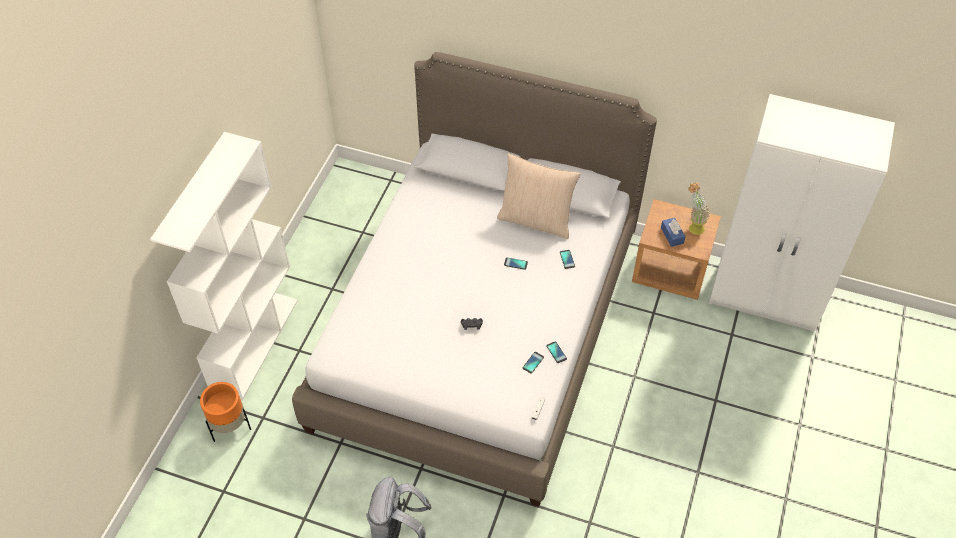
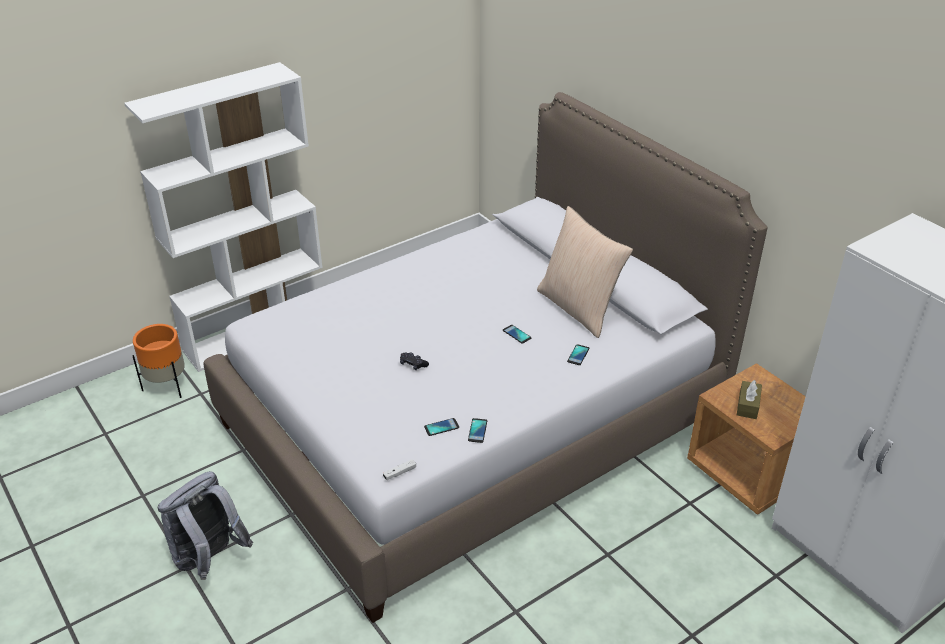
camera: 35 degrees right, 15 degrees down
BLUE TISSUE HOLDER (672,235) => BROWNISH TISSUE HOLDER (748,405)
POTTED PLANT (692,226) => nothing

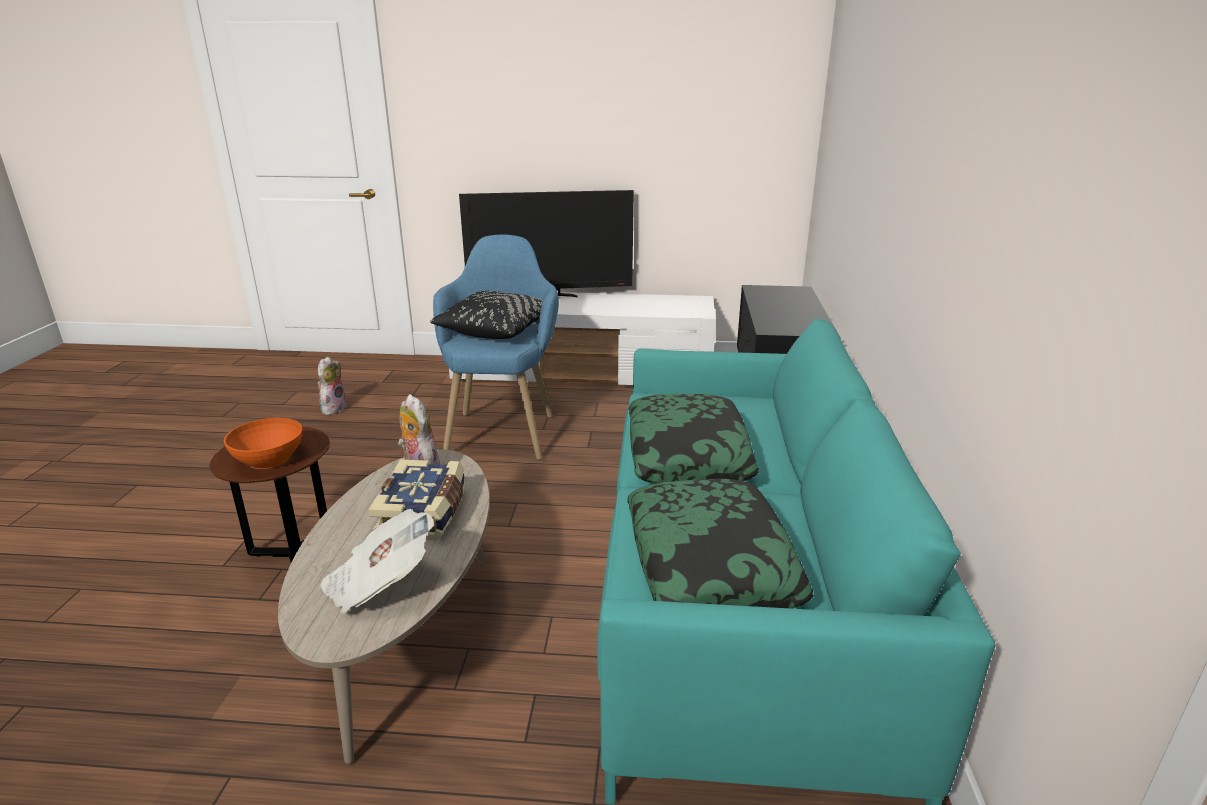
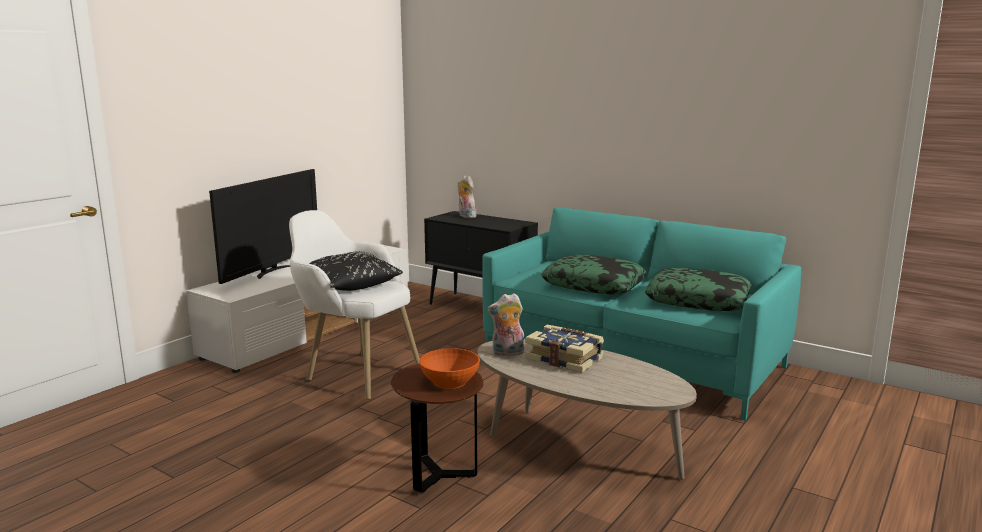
camera: 60 degrees left, 10 degrees down
BLUE EASY CHAIR (503,428) => WHITISH EASY CHAIR (354,372)
SOFT TOY (333,408) => SOFT TOY (465,216), relocated
PRINTED PAPER (379,583) => nothing

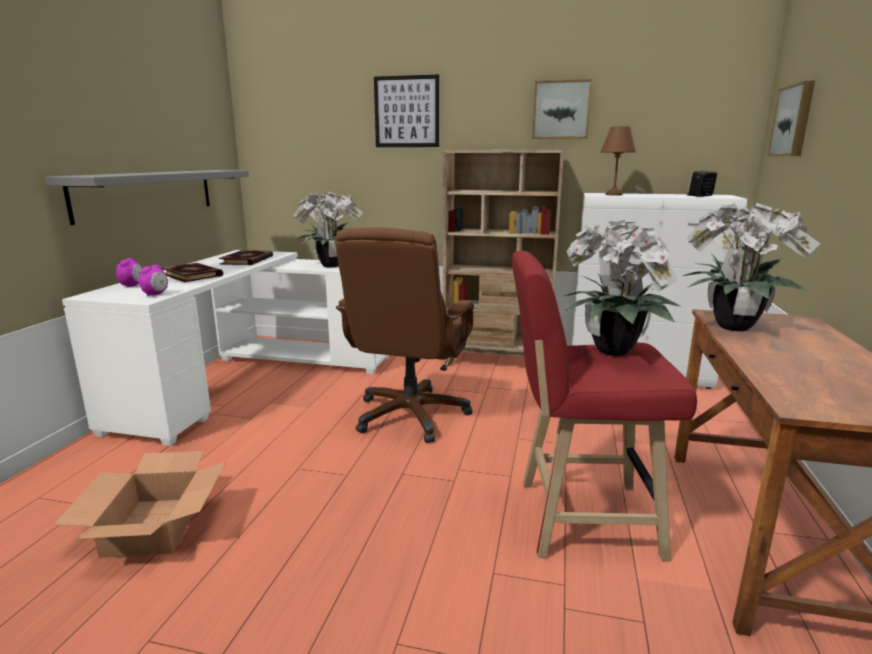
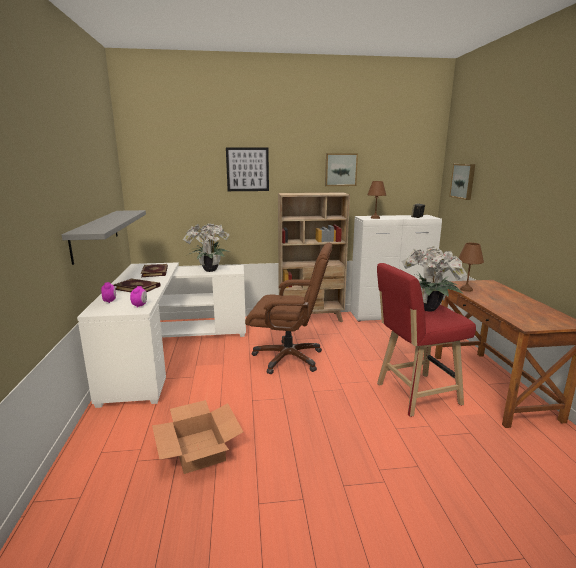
camera: 20 degrees left, 0 degrees up
BROWNISH OFFICE CHAIR (410,415) => BROWNISH OFFICE CHAIR (289,358), 75 degrees counterclockwise
POTTED PLANT (730,326) => BROWNISH LAMP FOR A TABLE (466,289)

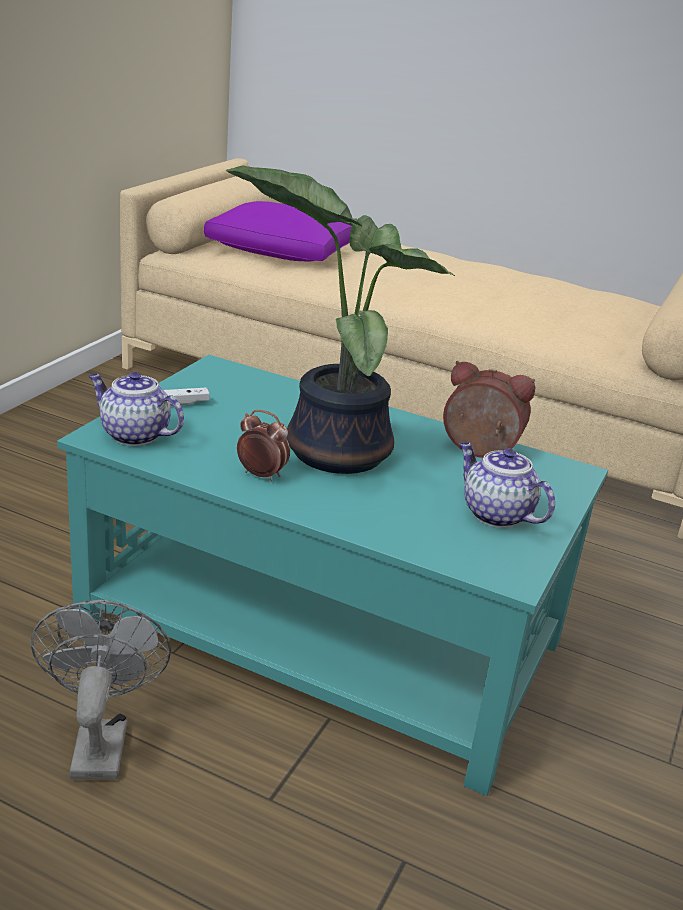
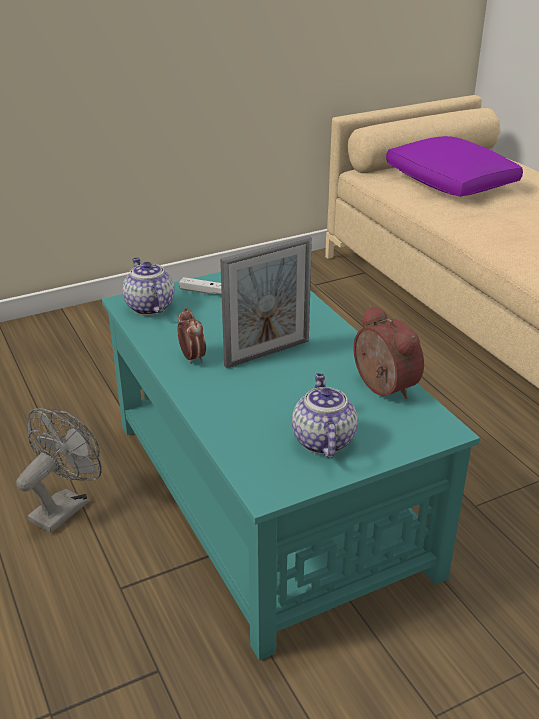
camera: 40 degrees right, 5 degrees up
POTTED PLANT (333,449) => PHOTO FRAME (267,353)

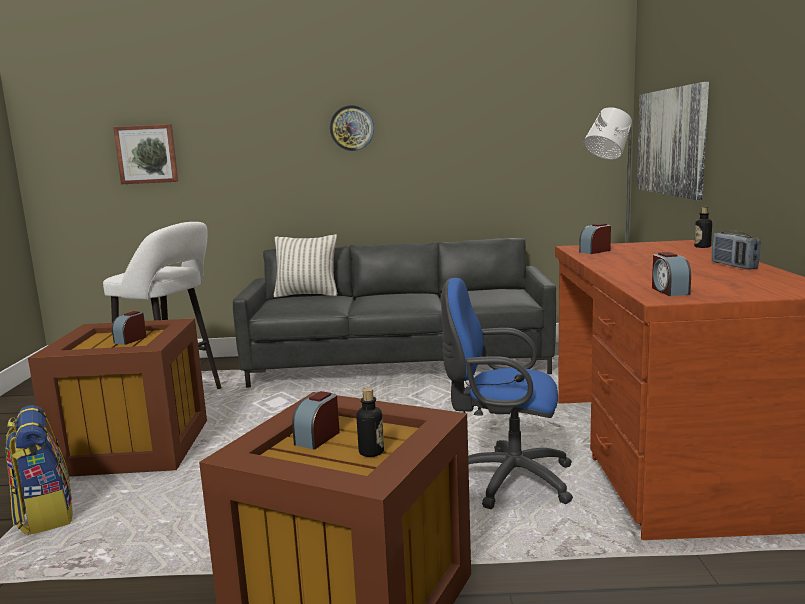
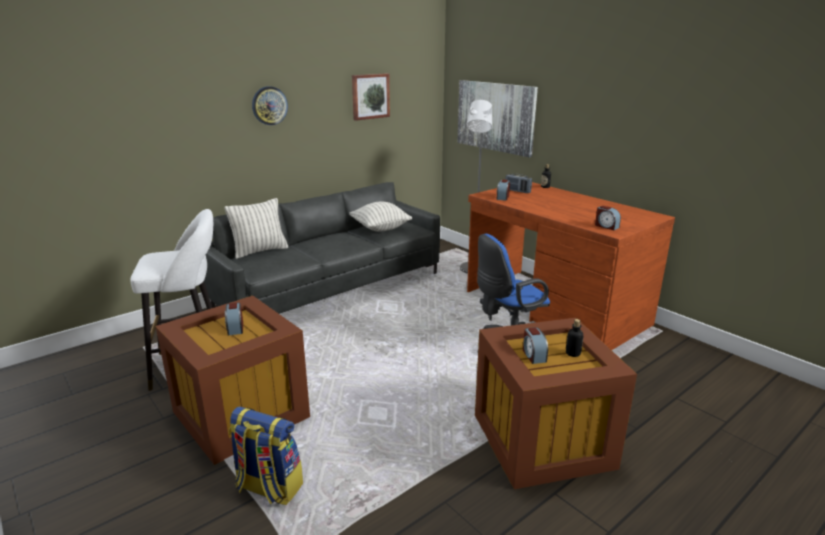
camera: 40 degrees left, 10 degrees up
nothing => CUSHION (380,228)
PICTURE (147,154) => PICTURE (370,96), relocated
RADIO RECEIVER (733,266) => RADIO RECEIVER (517,191), relocated

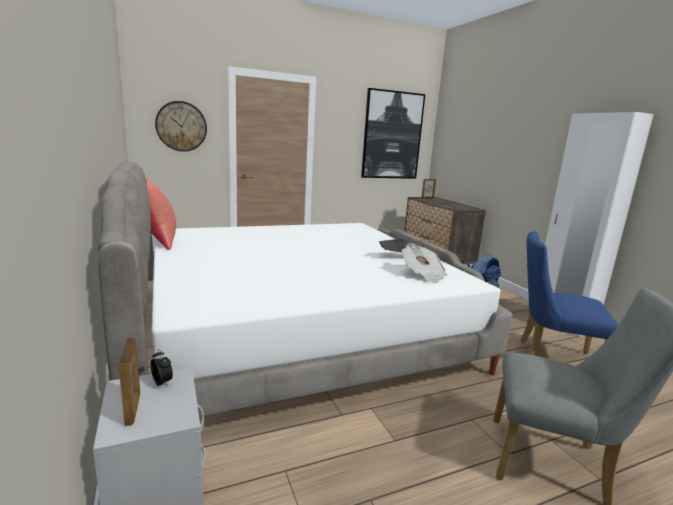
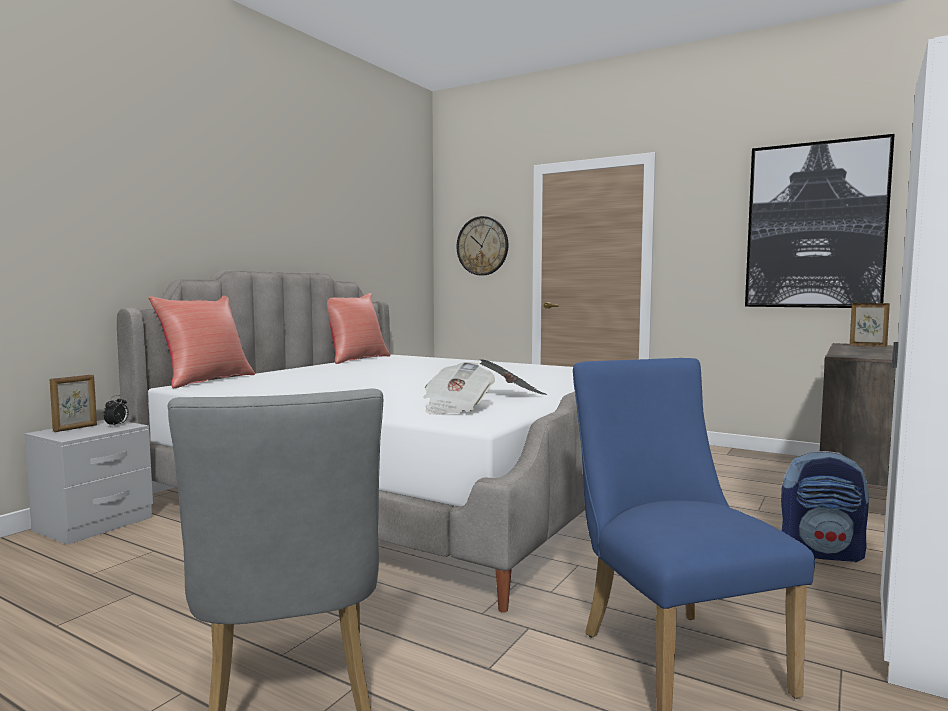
camera: 55 degrees right, 10 degrees down
nothing => REDDISH CUSHION (206,380)

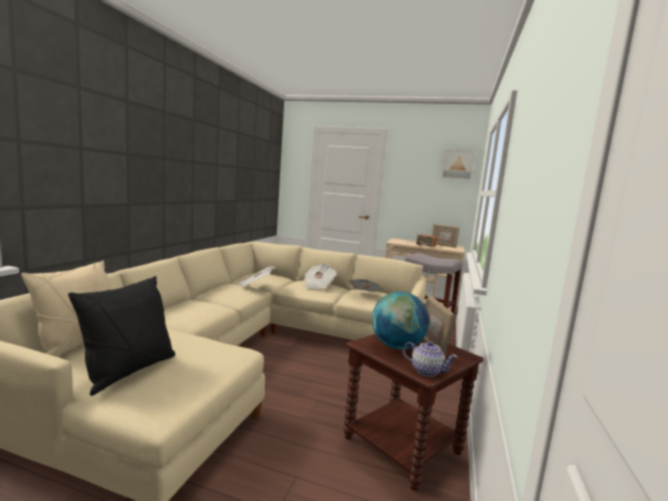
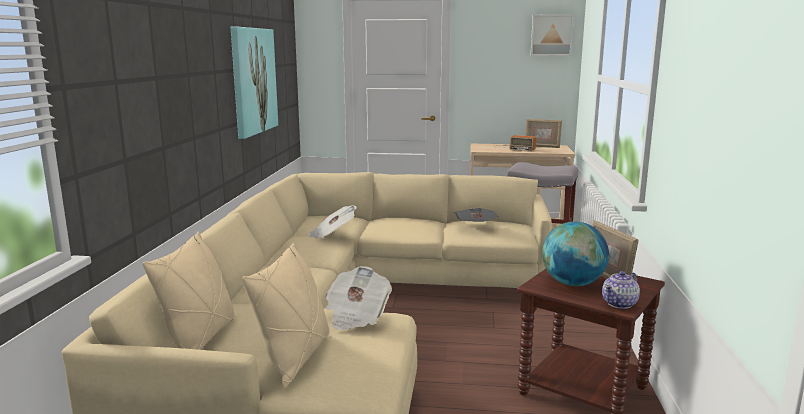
camera: 10 degrees left, 5 degrees up
nothing => PICTURE (253,81)
BLACK CUSHION (129,371) => BEIGE CUSHION (295,358)
PRINTED PAPER (317,286) => PRINTED PAPER (356,315), relocated
POT FOR TEA (426,371) => POT FOR TEA (620,303), 120 degrees clockwise

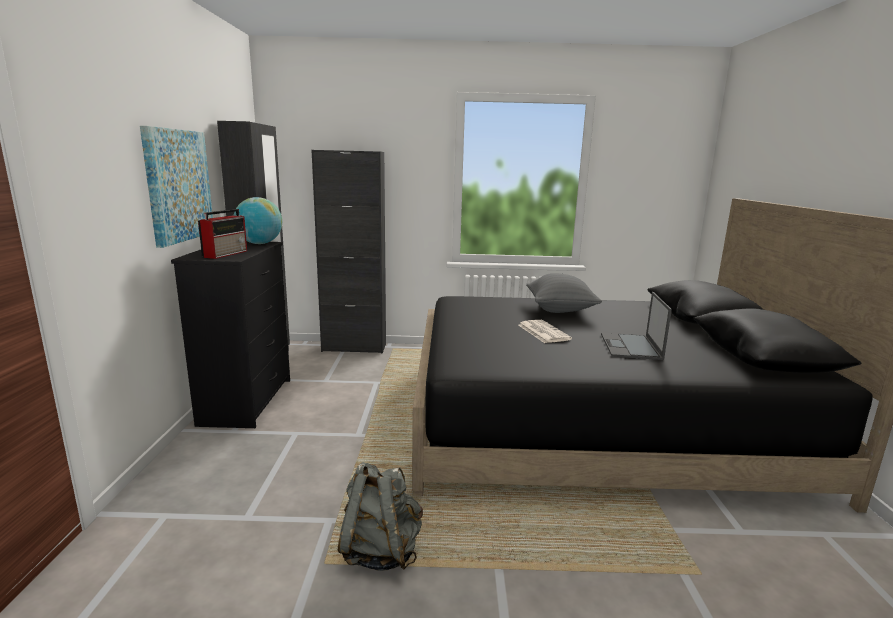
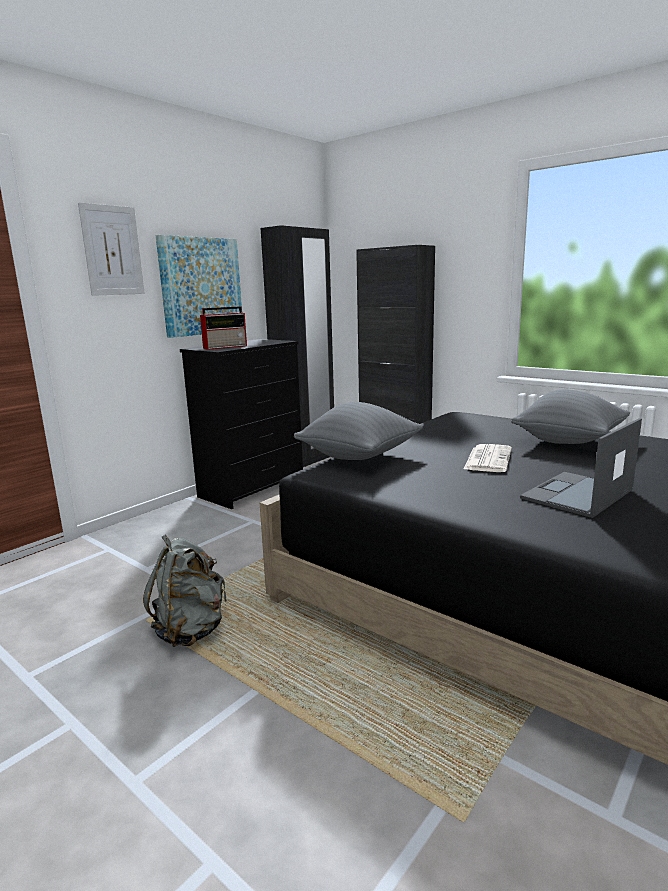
camera: 40 degrees right, 0 degrees up
nothing => PICTURE (112,250)
nothing => GREYISH CUSHION (359,457)
GLOBE (260,243) => nothing

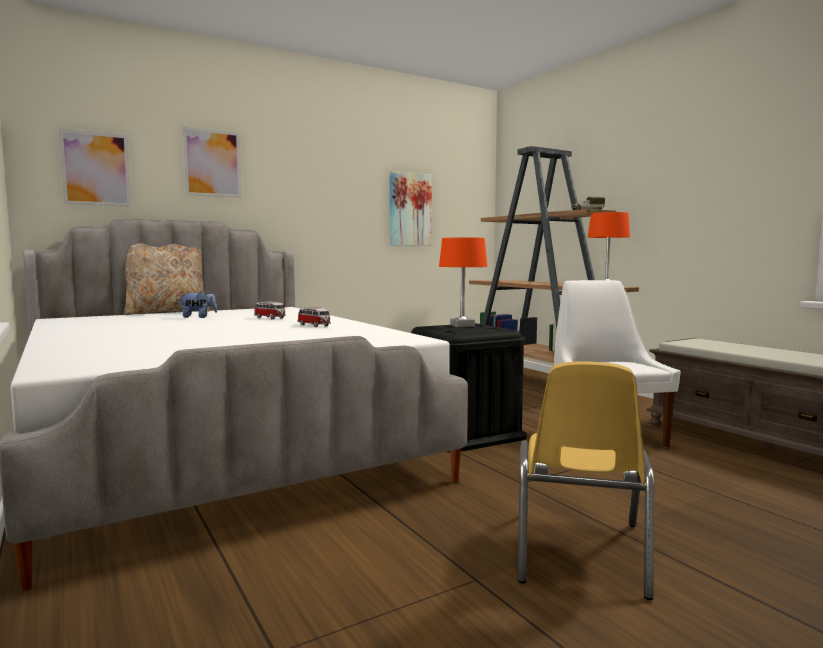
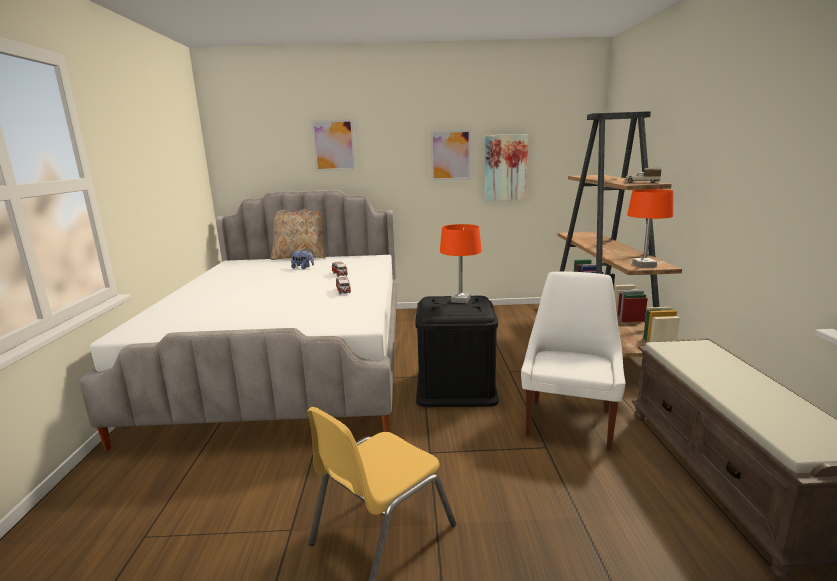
camera: 30 degrees right, 10 degrees up
PICTURE (96,169) => PICTURE (450,155), relocated

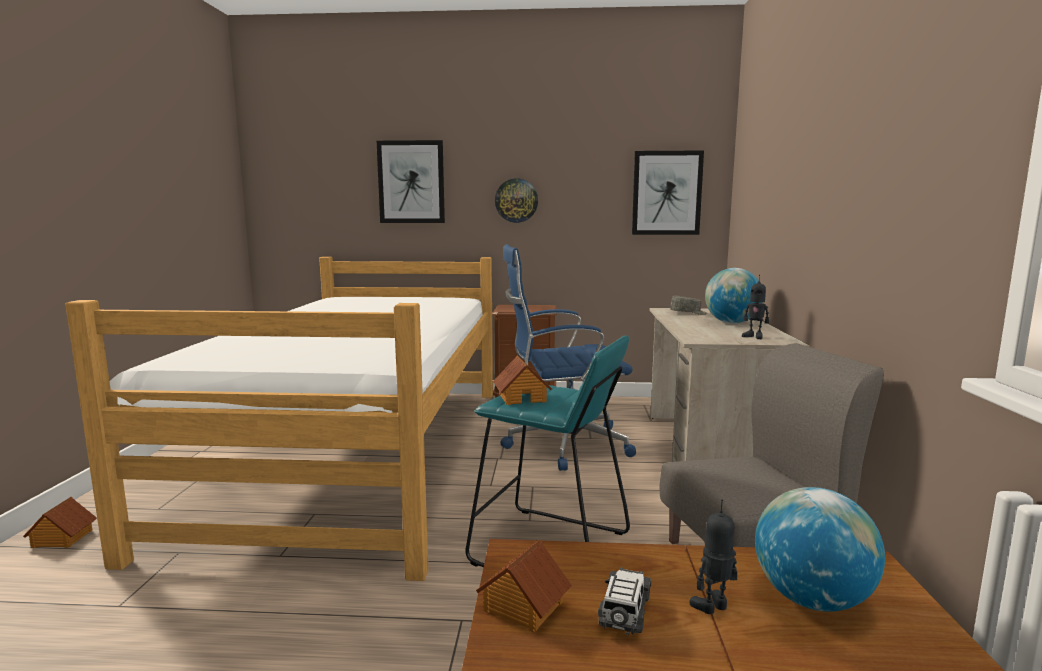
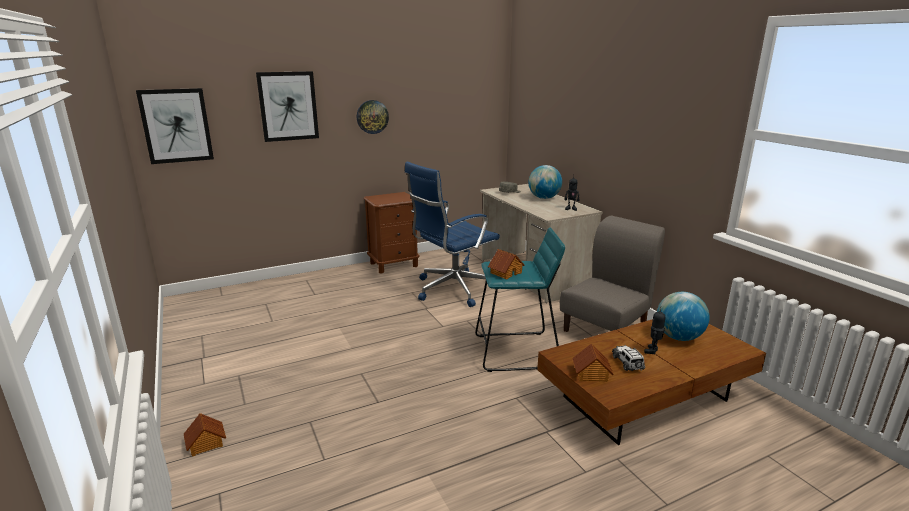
camera: 30 degrees left, 10 degrees up
PICTURE (666,193) => PICTURE (176,126), relocated
BED (363,453) => nothing

